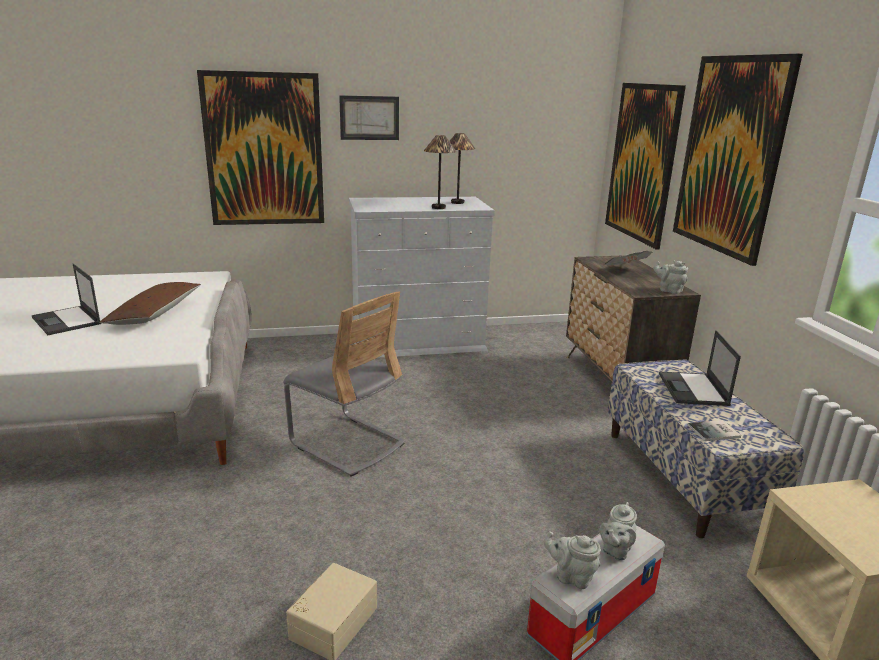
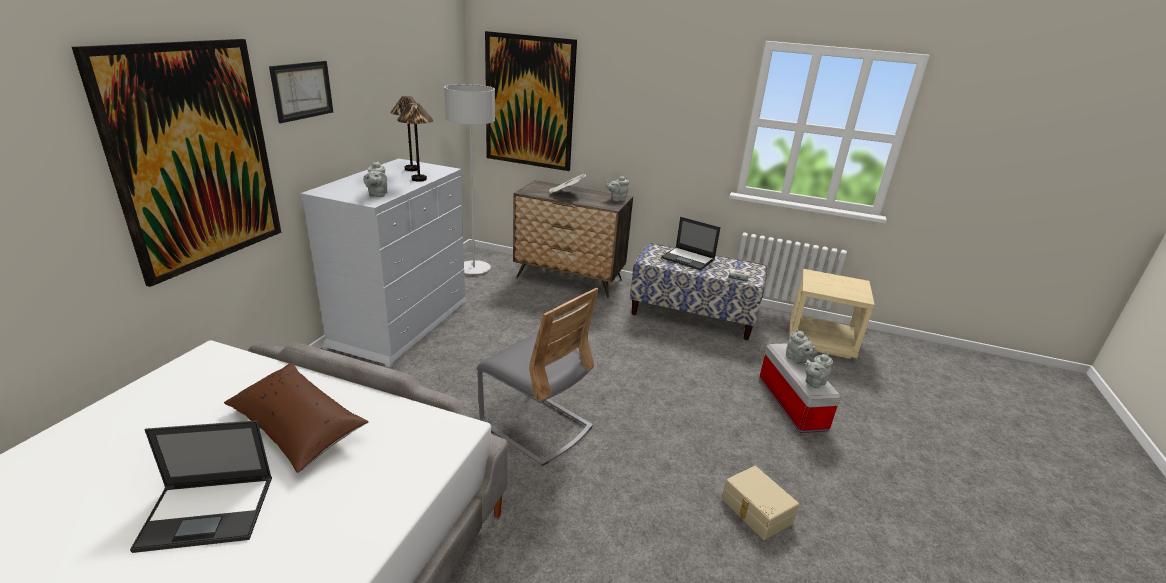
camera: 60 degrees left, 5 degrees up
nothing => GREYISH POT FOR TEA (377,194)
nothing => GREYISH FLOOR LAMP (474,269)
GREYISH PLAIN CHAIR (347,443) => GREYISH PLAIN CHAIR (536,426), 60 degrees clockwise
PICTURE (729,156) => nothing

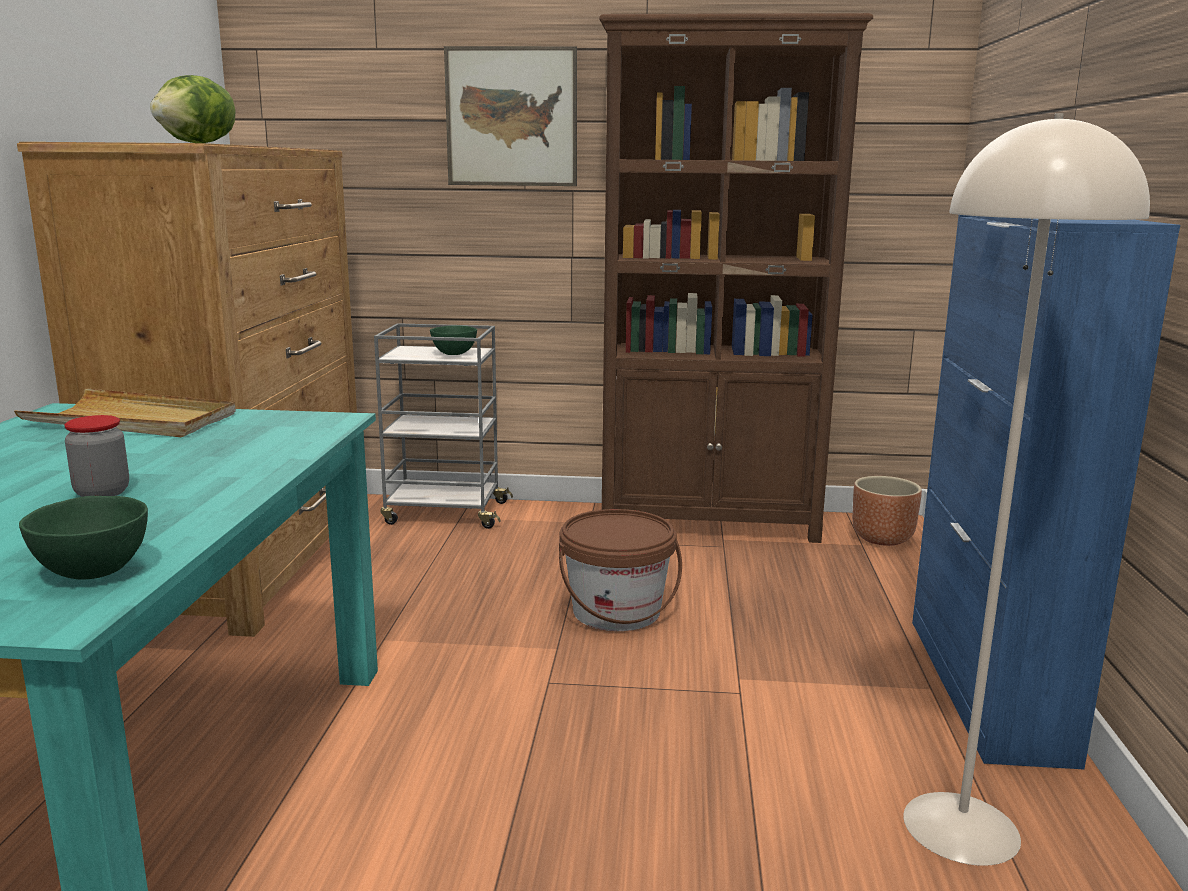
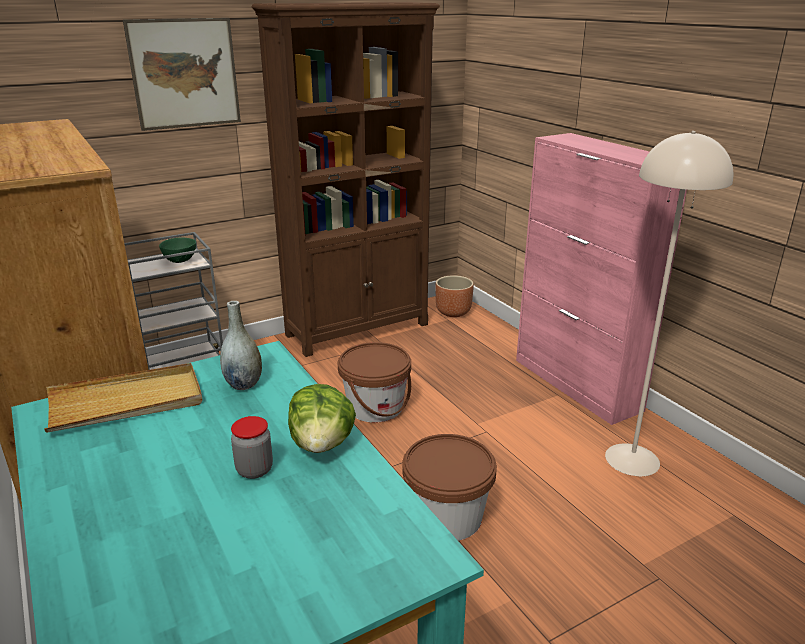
camera: 35 degrees left, 10 degrees up
nothing => GREYISH FLOWER VASE (243,384)
LETTUCE (199,143) => LETTUCE (322,444), relocated
nothing => BROWNISH PAIL (447,516)
BLUE CUPBOARD (986,687) => PINK-COLOURED CUPBOARD (576,385)
GREEN BOWL (92,571) => nothing

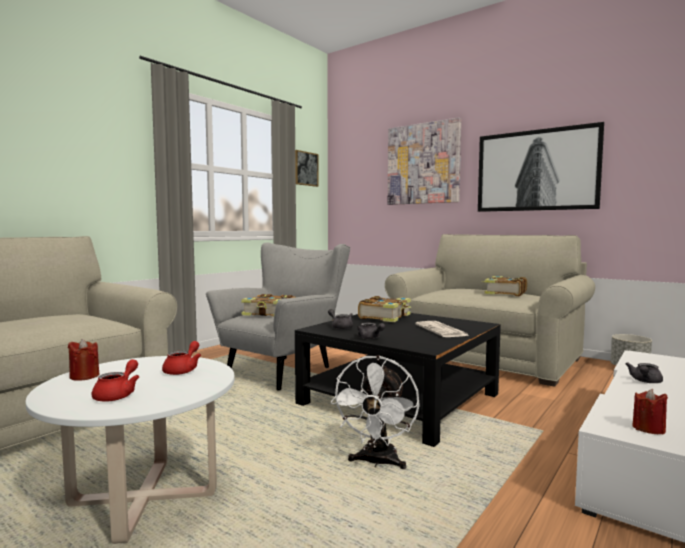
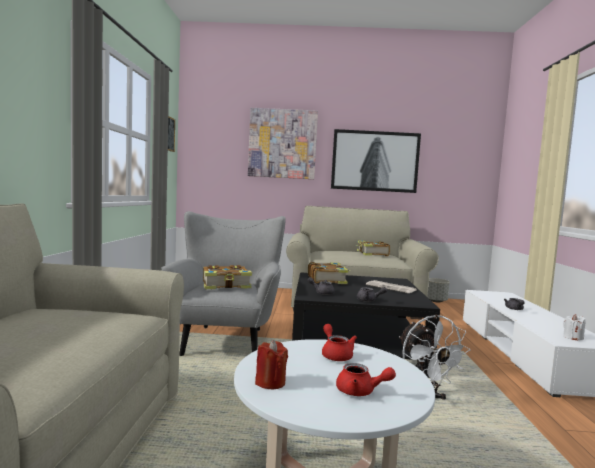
camera: 35 degrees left, 0 degrees up
REDDISH POT FOR TEA (118,395) => REDDISH POT FOR TEA (360,392), 135 degrees clockwise
REDDISH CANDLE (648,429) => WHITISH CANDLE (572,338)

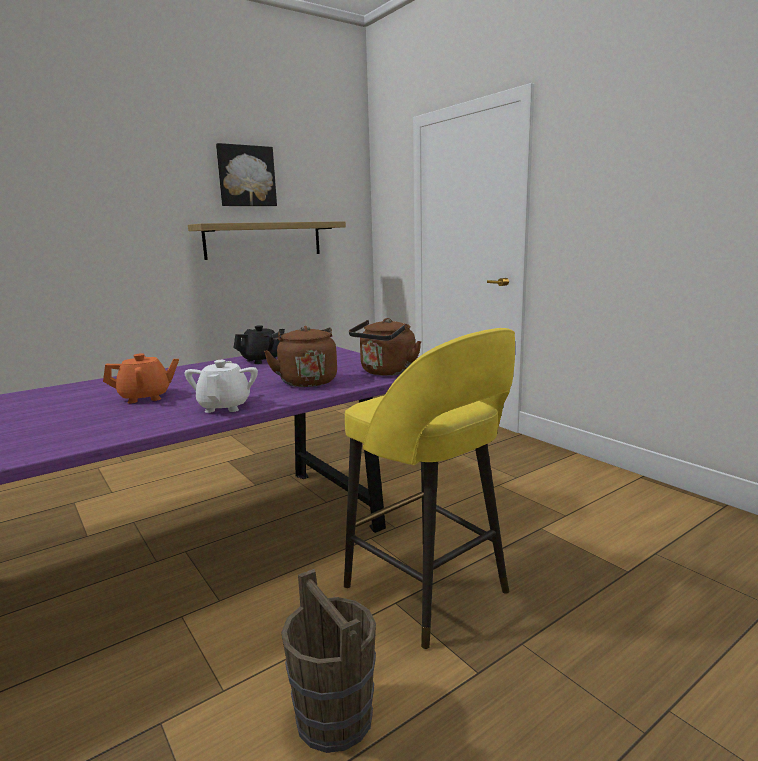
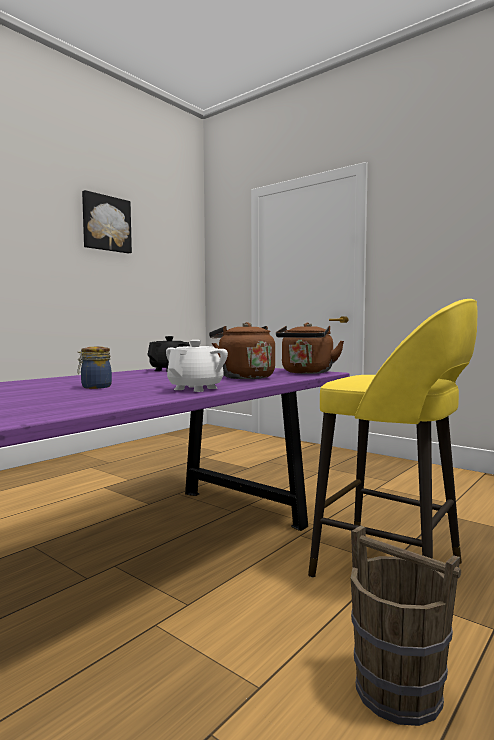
camera: 15 degrees left, 10 degrees down
ORANGE-COLOURED POT FOR TEA (145,397) => PRESERVE JAR (95,387)
WHITISH POT FOR TEA (225,406) => WHITISH POT FOR TEA (196,388), 45 degrees clockwise
BRACKET SHELF (264,240) => nothing

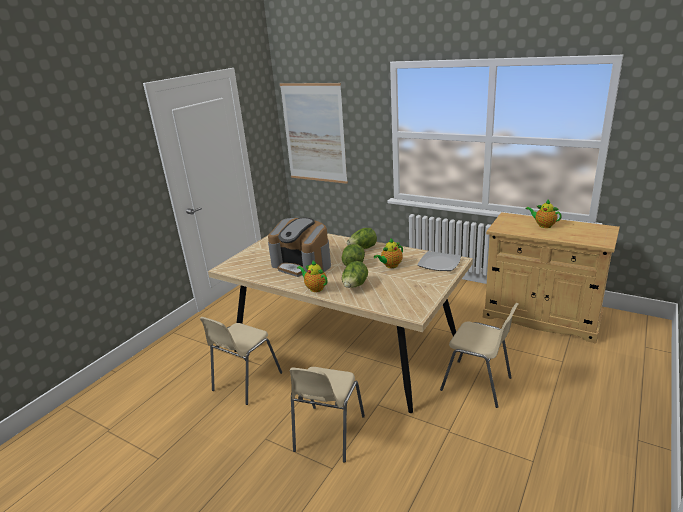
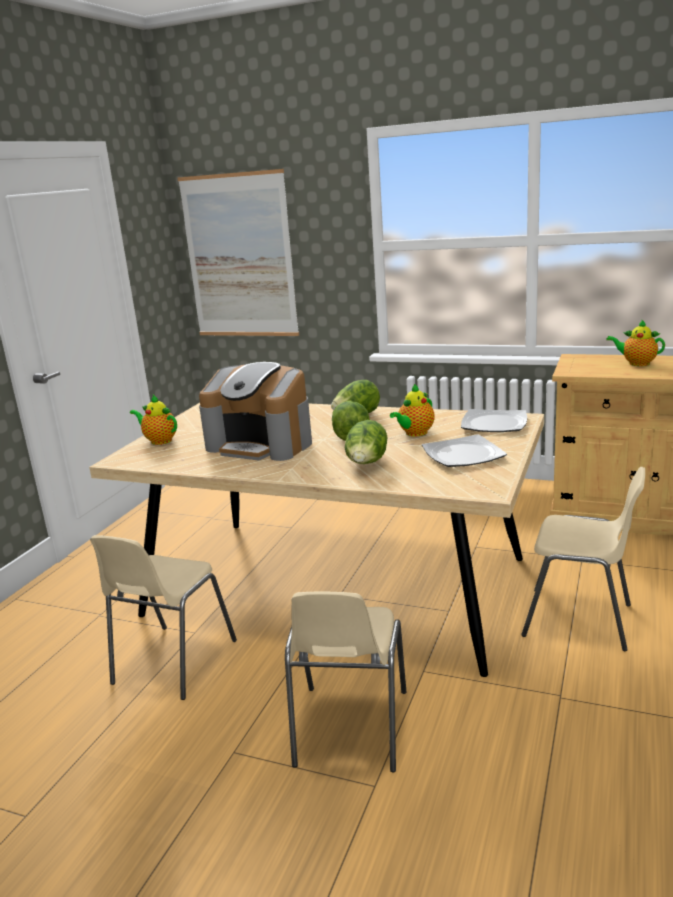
camera: 10 degrees left, 5 degrees down
POT FOR TEA (315,288) => POT FOR TEA (159,440), relocated
nothing => PLATE (462,455)

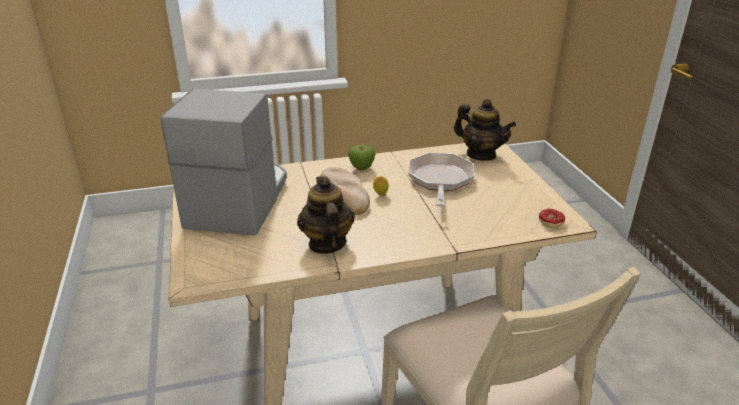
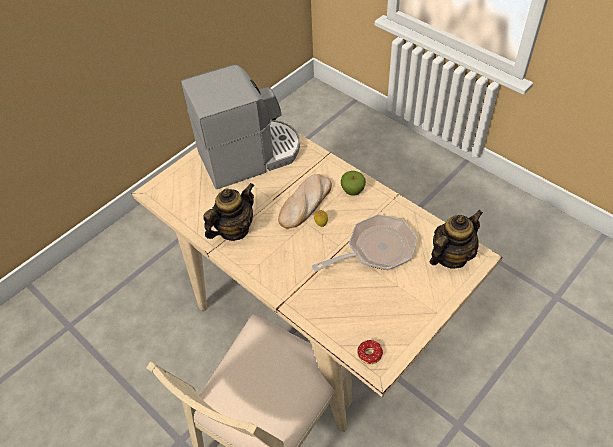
camera: 60 degrees right, 20 degrees up
POT FOR TEA (481,155) => POT FOR TEA (451,256), 135 degrees counterclockwise

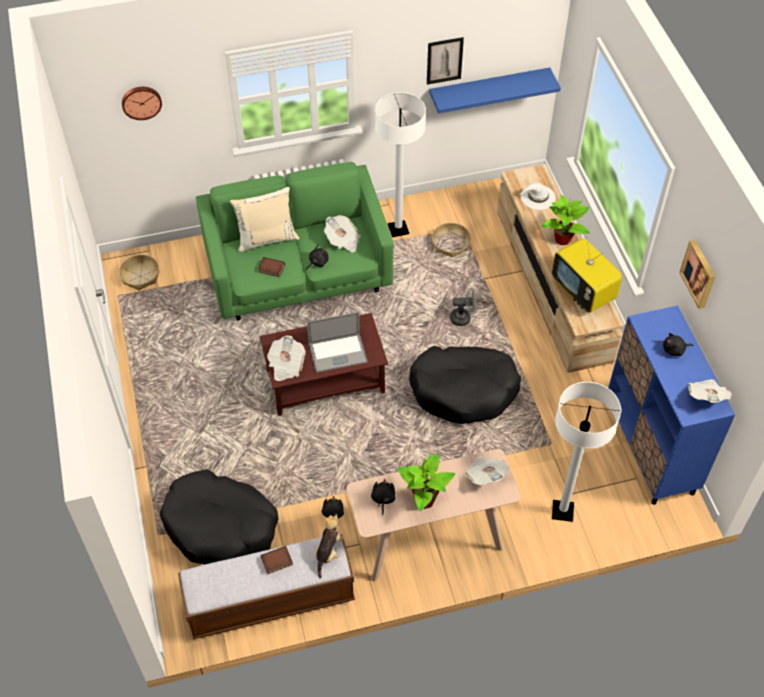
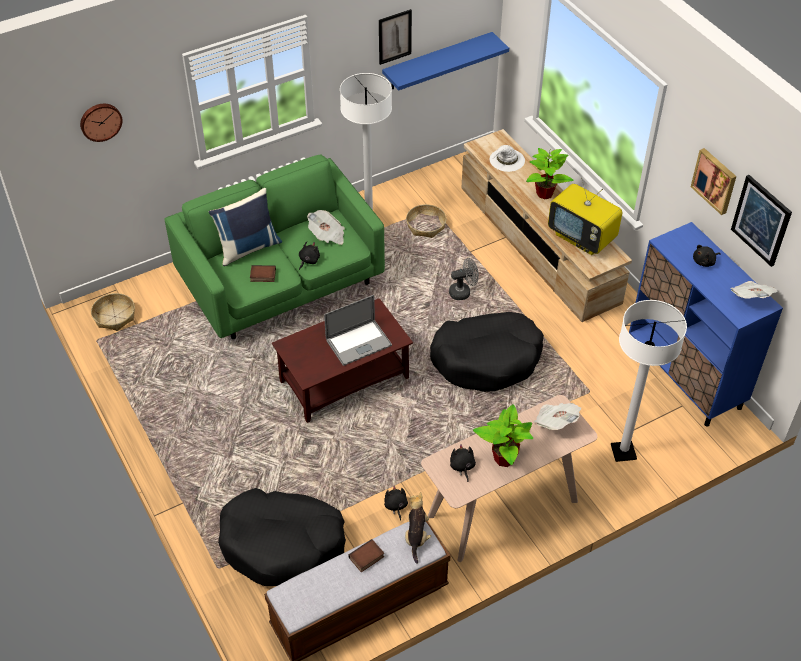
camera: 15 degrees left, 5 degrees down
BEIGE CUSHION (267,238) => BLUE CUSHION (248,248)
nothing => PICTURE (761,220)
PRINTED PAPER (286,365) => nothing

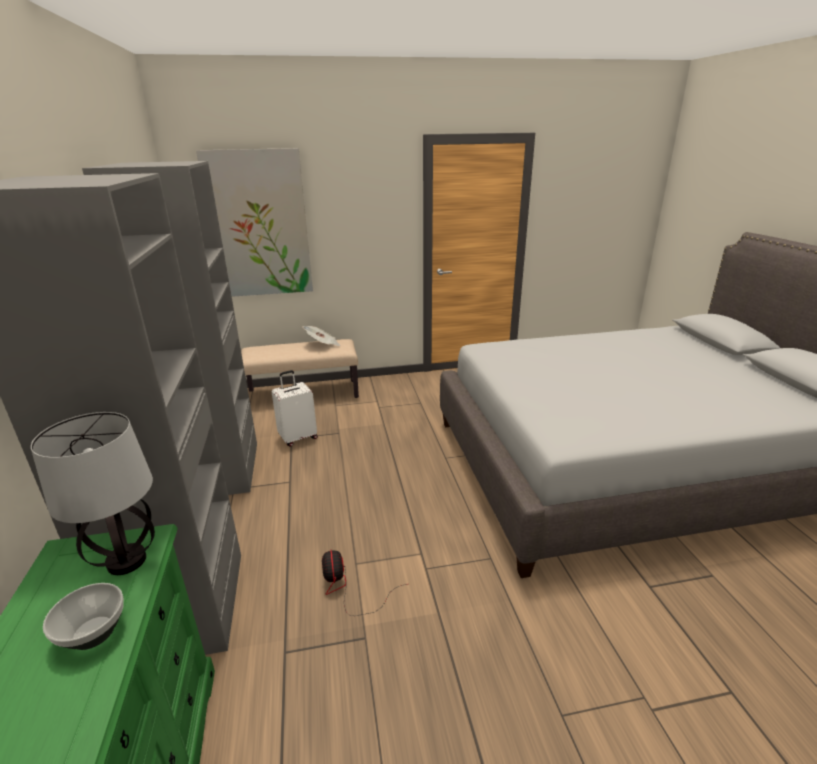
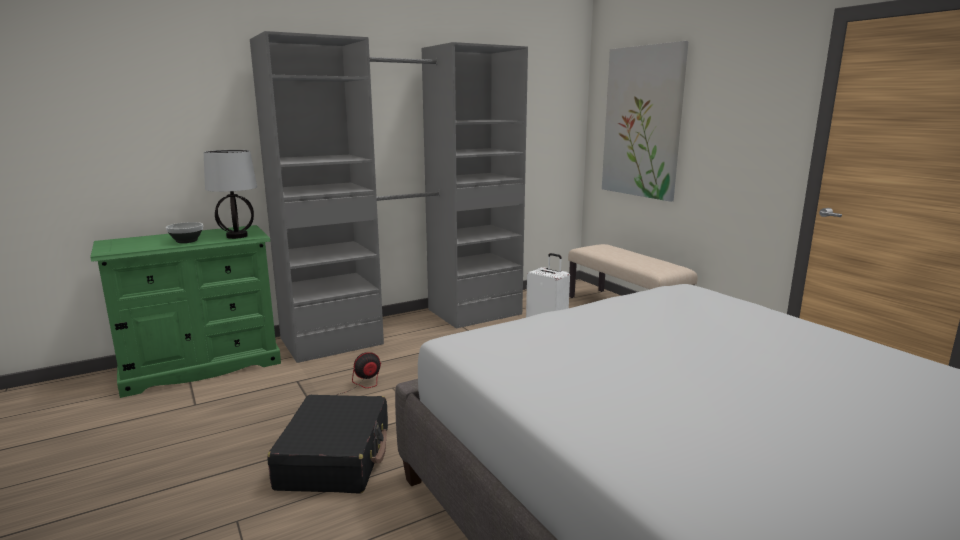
camera: 70 degrees right, 10 degrees down
nothing => BLACK TRAVEL CASE (335,458)
PRINTED PAPER (323,345) => nothing

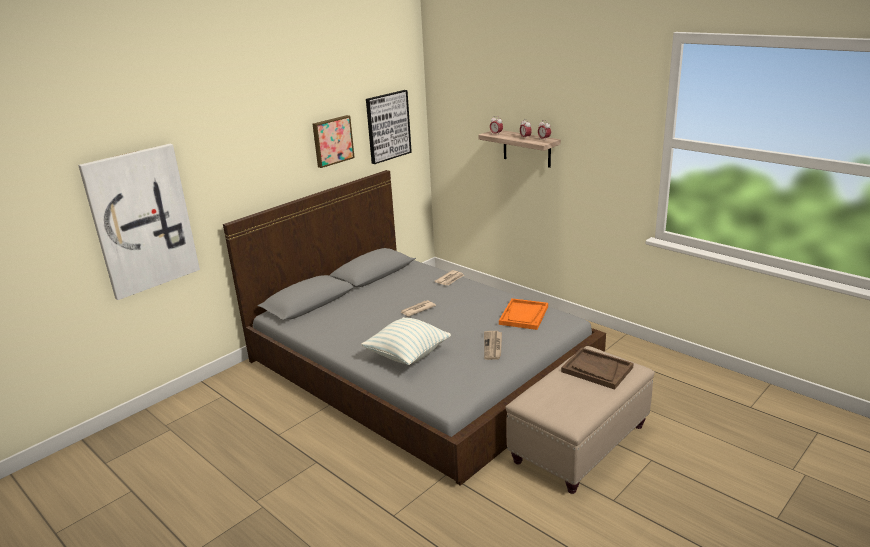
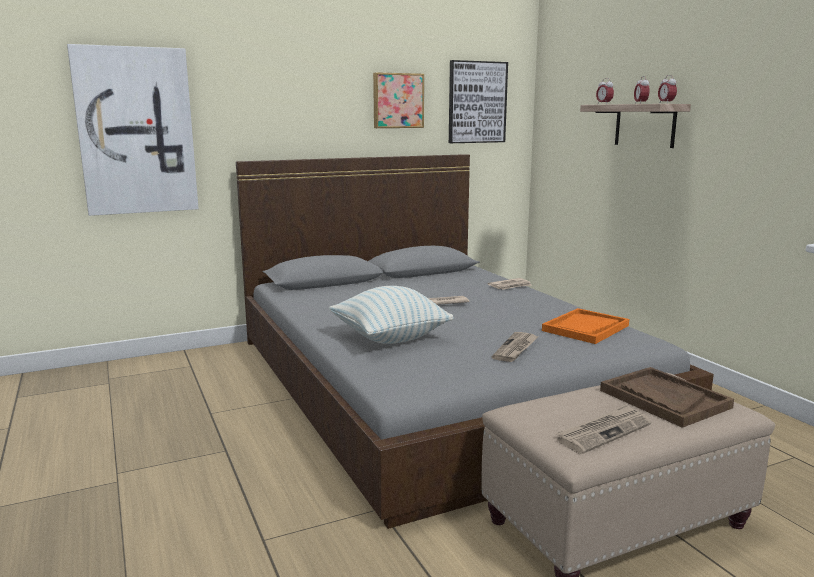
camera: 20 degrees right, 10 degrees down
nothing => PRINTED PAPER (603,431)

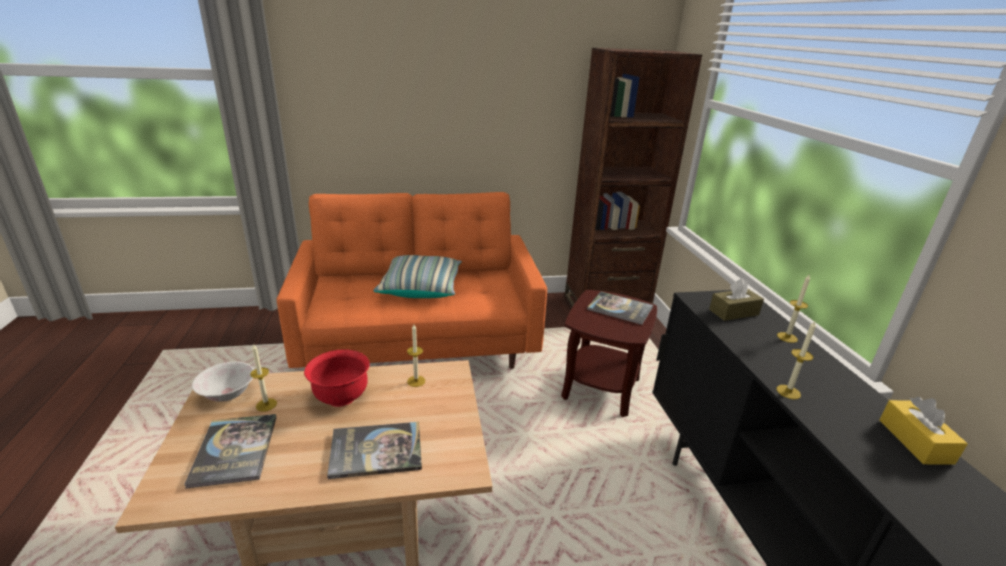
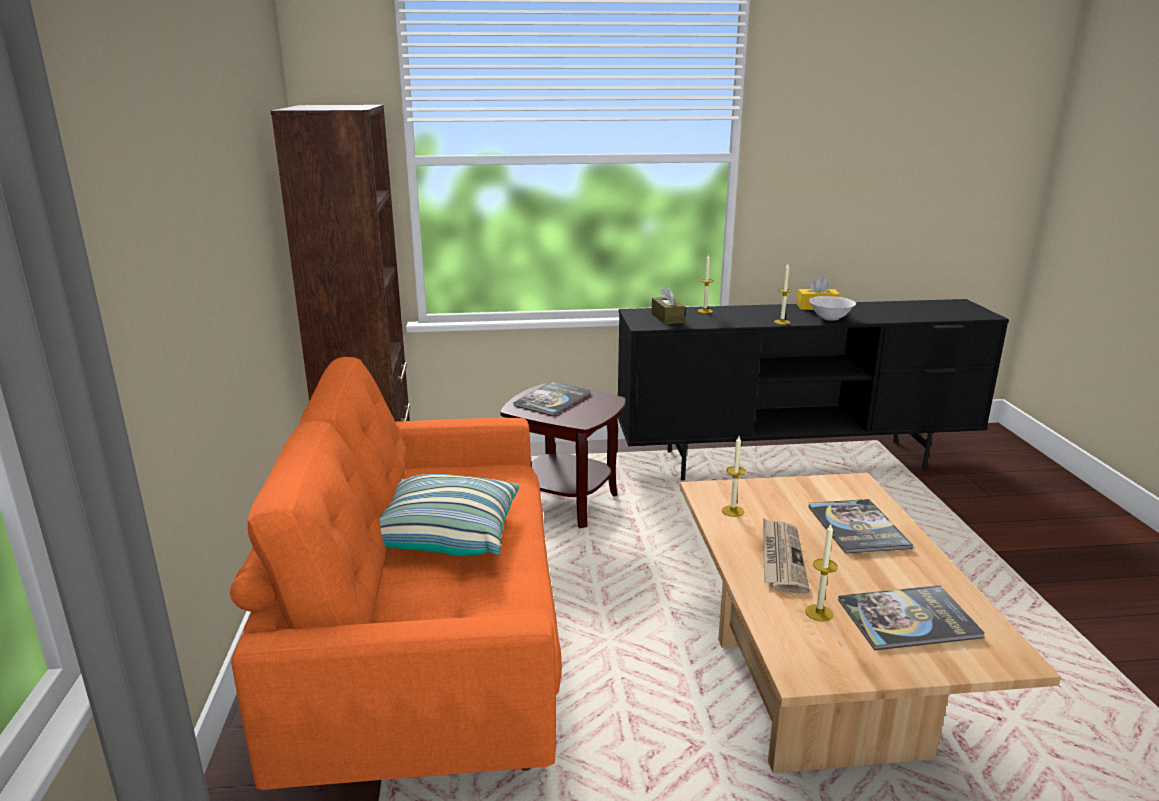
camera: 85 degrees left, 5 degrees down
REDDISH BOWL (341,397) => PRINTED PAPER (781,558)
WHITISH BOWL (228,394) => WHITISH BOWL (830,318), relocated

